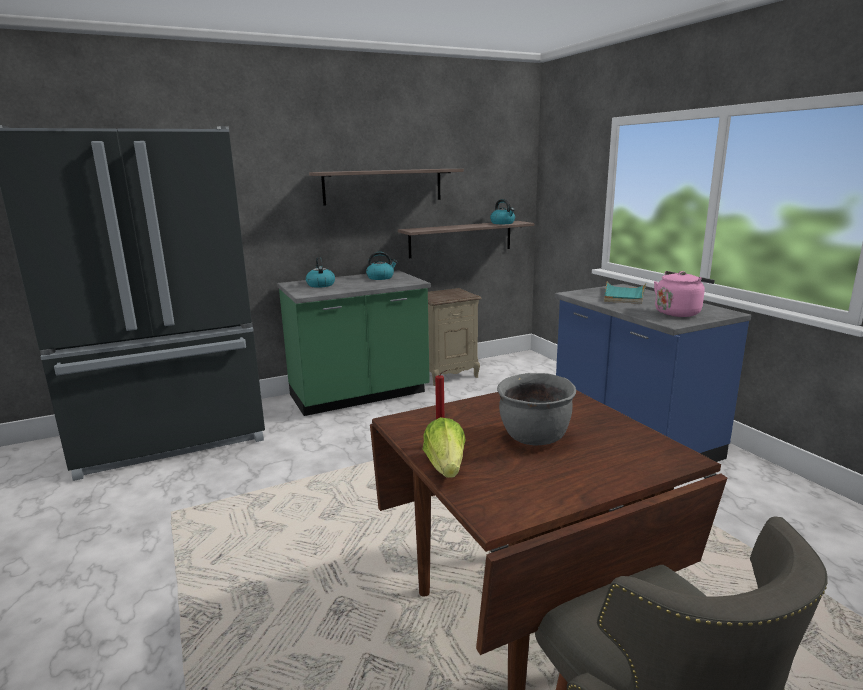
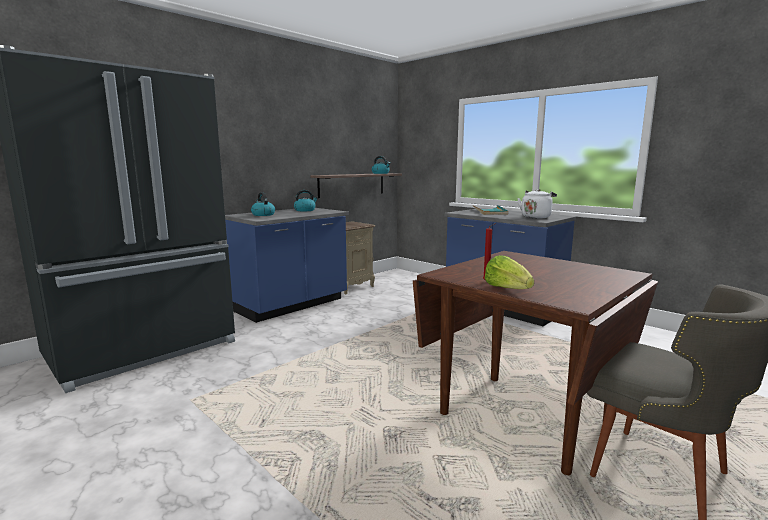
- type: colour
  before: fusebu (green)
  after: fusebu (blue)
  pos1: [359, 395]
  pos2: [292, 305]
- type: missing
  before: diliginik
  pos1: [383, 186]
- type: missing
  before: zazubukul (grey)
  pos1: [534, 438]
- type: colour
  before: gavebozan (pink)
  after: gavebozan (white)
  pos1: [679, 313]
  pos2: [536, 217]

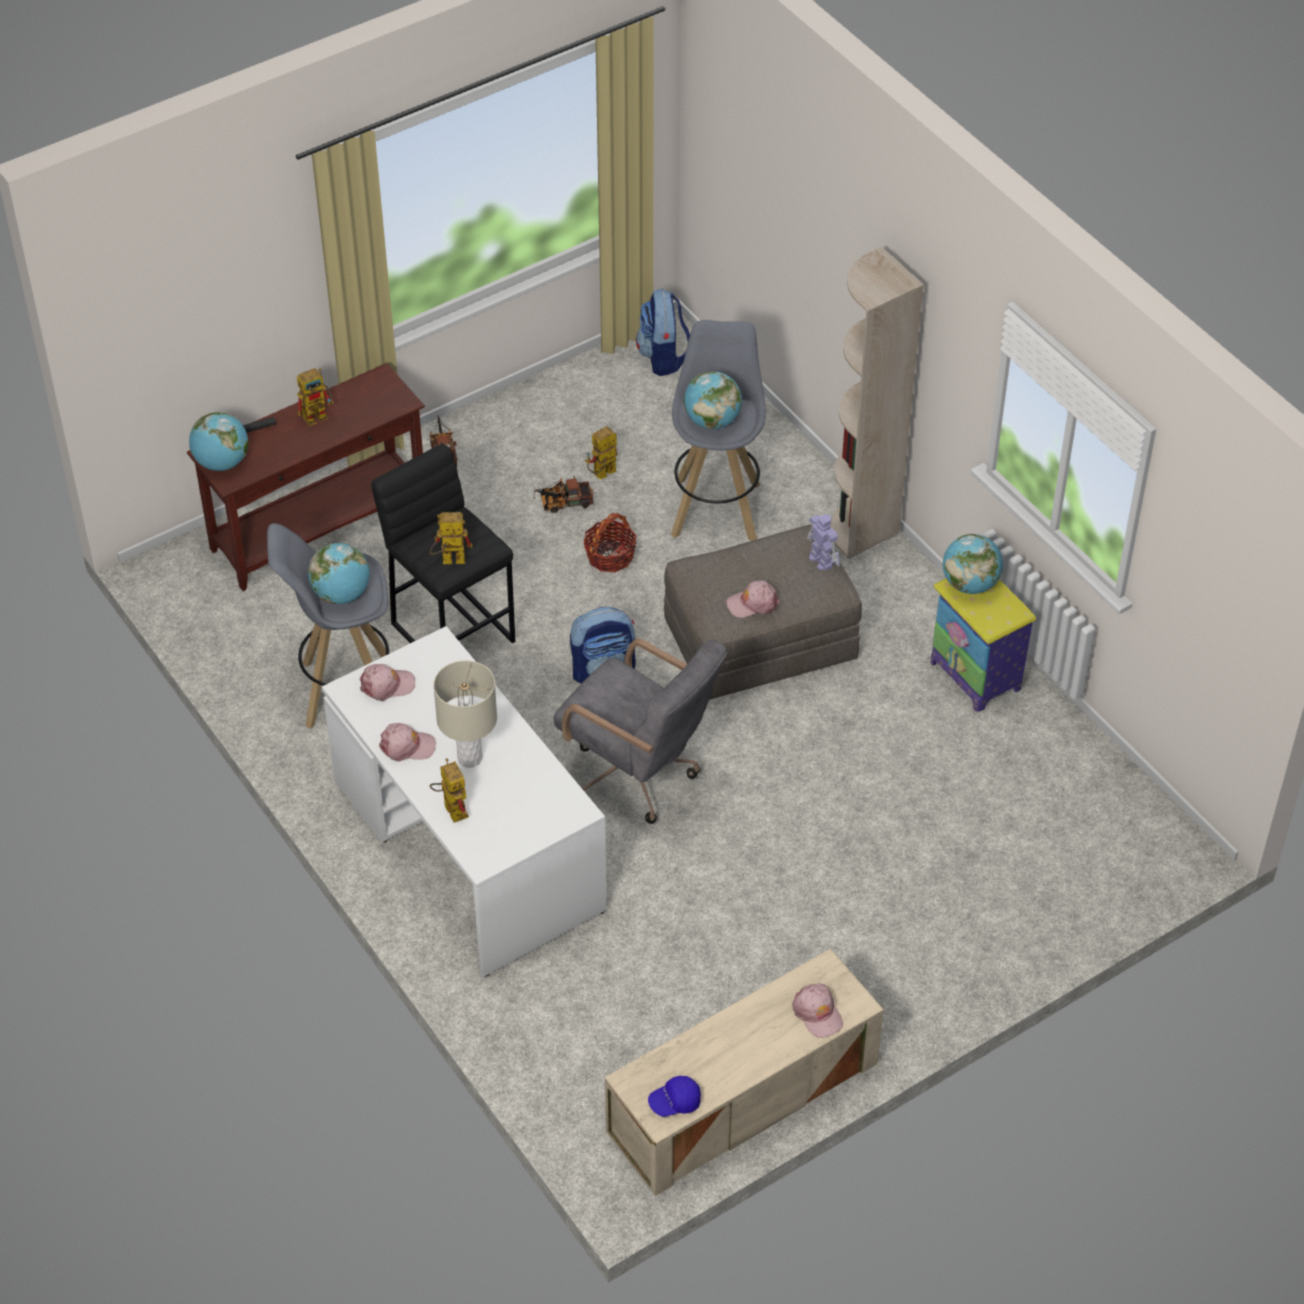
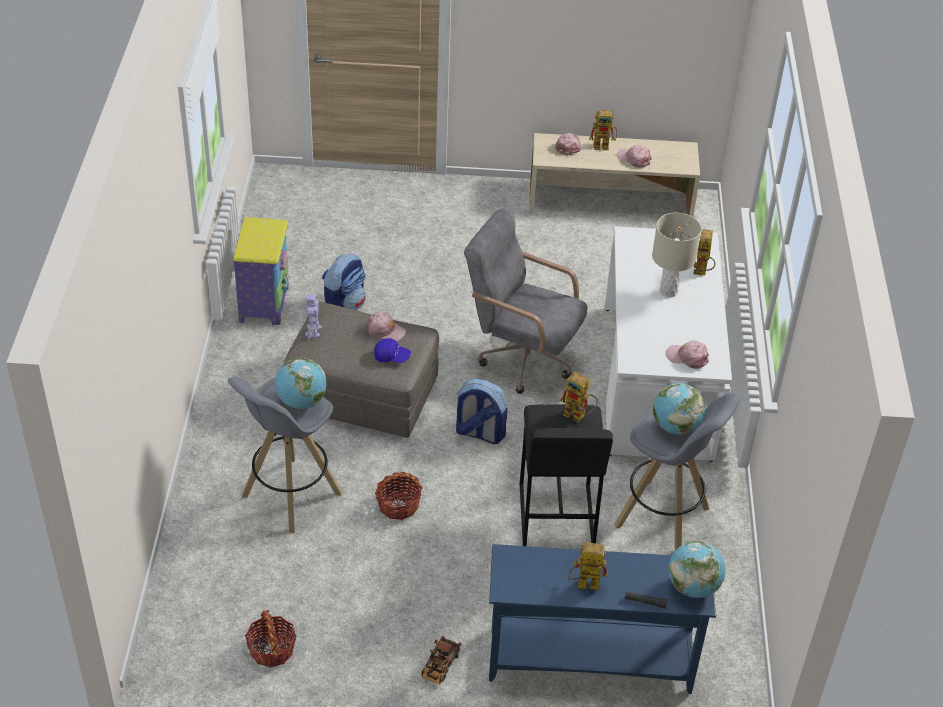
- type: colour
  before: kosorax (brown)
  after: kosorax (blue)
  pos1: [320, 526]
  pos2: [589, 660]
- type: relocated
  before: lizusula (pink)
  pos1: [407, 746]
  pos2: [634, 159]
- type: missing
  before: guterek
  pos1: [563, 503]
- type: spun
  before: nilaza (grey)
  pos1: [638, 780]
  pos2: [521, 360]
  turn: -45
- type: relocated
  before: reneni
  pos1: [601, 475]
  pos2: [604, 146]
- type: relocated
  before: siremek
  pos1: [663, 358]
  pos2: [344, 306]
- type: relocated
  before: lizusula (blue)
  pos1: [675, 1102]
  pos2: [392, 356]
- type: missing
  before: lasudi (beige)
  pos1: [858, 533]
- type: missing
  before: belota
  pos1: [970, 584]
- type: appeared
  after: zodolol
  pos2: [271, 649]

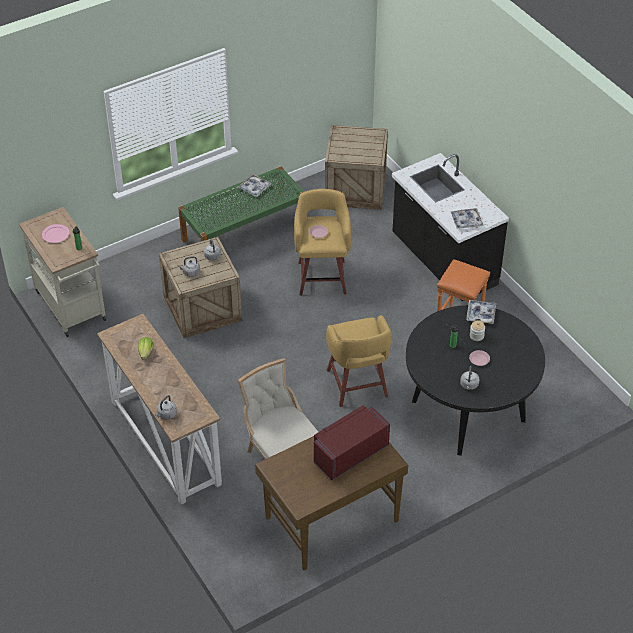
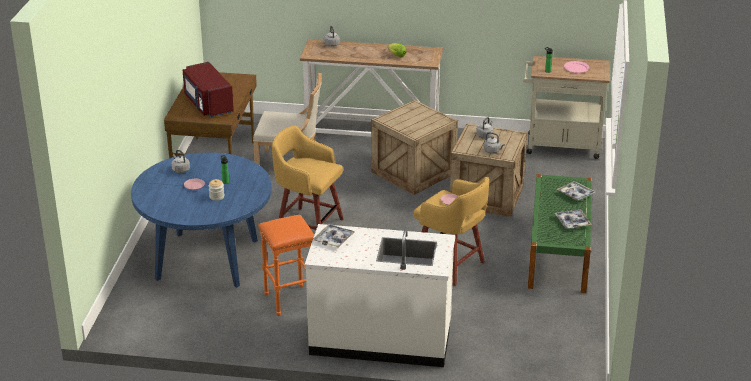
- type: spun
  before: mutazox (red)
  pos1: [349, 453]
  pos2: [208, 104]
  turn: 150
- type: relocated
  before: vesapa
  pos1: [355, 188]
  pos2: [413, 172]
- type: colour
  before: fusebu (black)
  after: fusebu (white)
  pos1: [443, 262]
  pos2: [380, 339]
- type: colour
  before: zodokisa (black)
  after: zodokisa (blue)
  pos1: [468, 411]
  pos2: [207, 259]
- type: relocated
  before: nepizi
  pos1: [480, 314]
  pos2: [575, 194]

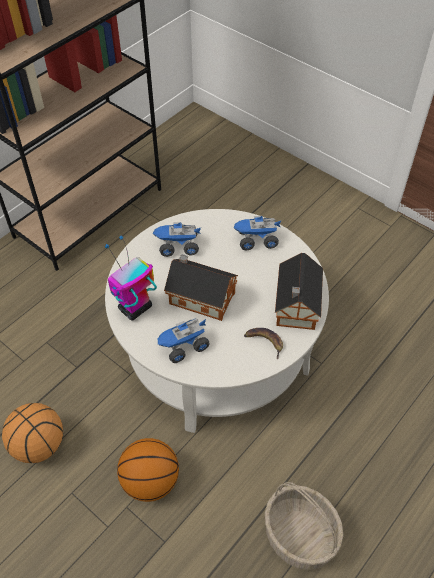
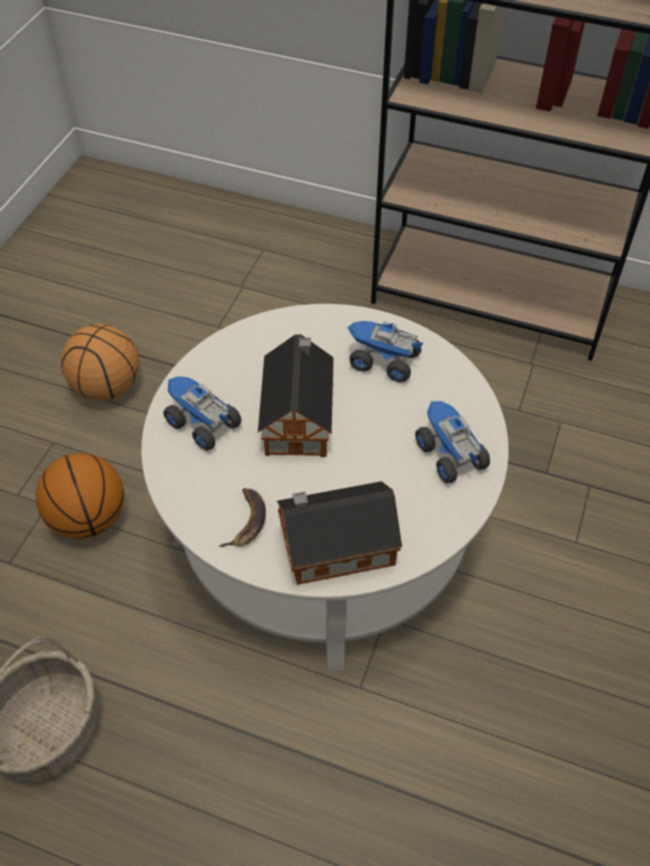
- type: missing
  before: reneni
  pos1: [135, 309]
- type: spun
  before: guterek
  pos1: [178, 246]
  pos2: [383, 362]
  turn: -45

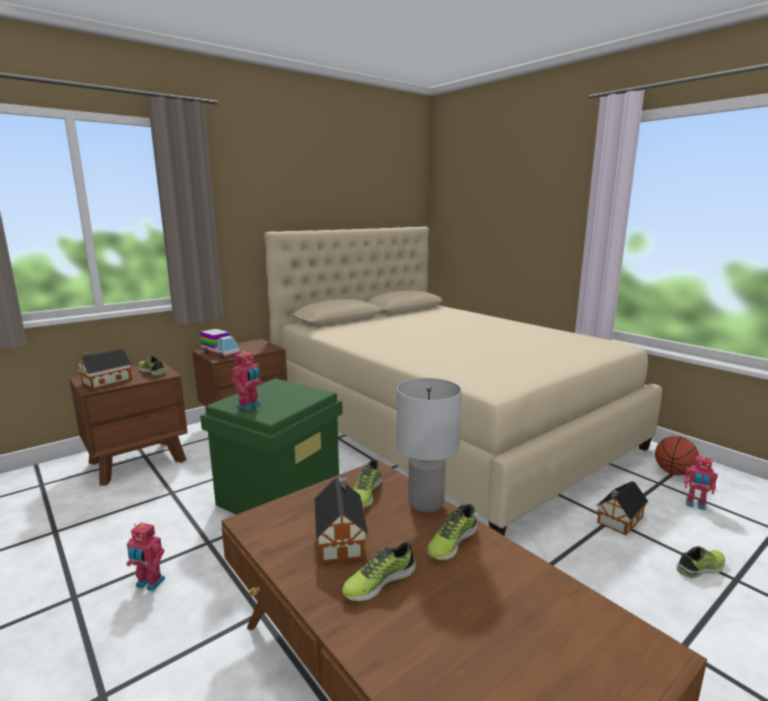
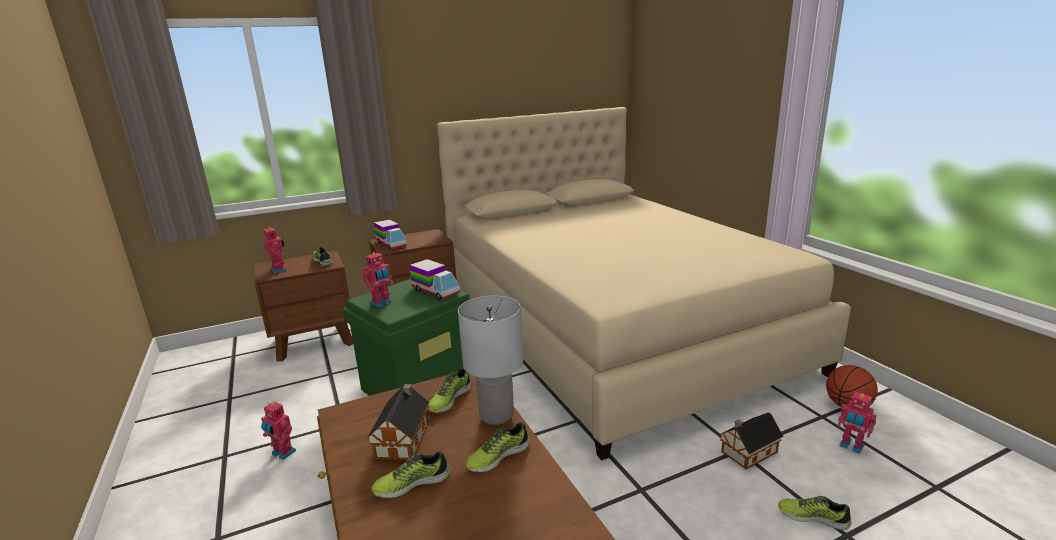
- type: exchanged
  before: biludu
  after: reneni
  pos1: [105, 382]
  pos2: [279, 270]
- type: spun
  before: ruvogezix
  pos1: [701, 568]
  pos2: [813, 517]
  turn: -150
- type: appeared
  after: guterek
  pos2: [435, 291]

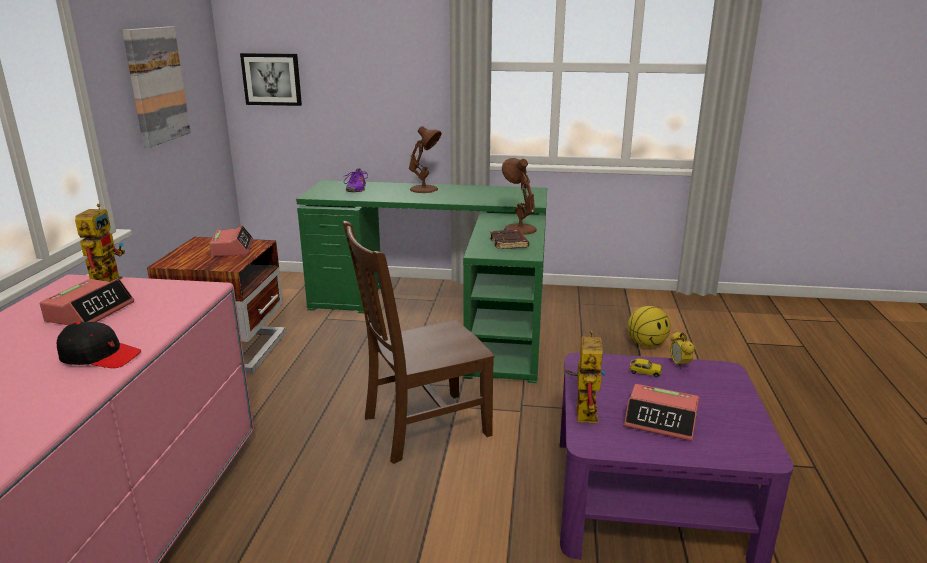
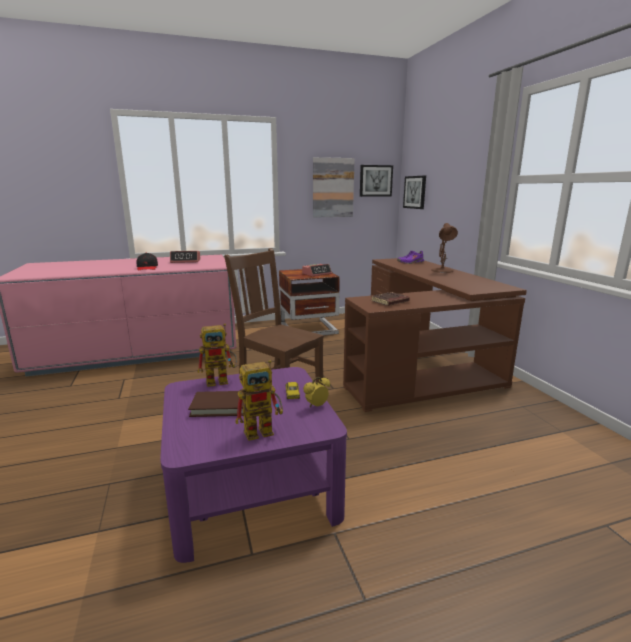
- type: relocated
  before: reneni
  pos1: [107, 279]
  pos2: [264, 430]
- type: colour
  before: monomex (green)
  after: monomex (brown)
  pos1: [448, 314]
  pos2: [420, 364]
- type: missing
  before: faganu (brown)
  pos1: [519, 229]
- type: exchanged
  before: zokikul
  after: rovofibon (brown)
  pos1: [661, 420]
  pos2: [220, 406]
- type: missing
  before: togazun
  pos1: [647, 344]
- type: appeared
  after: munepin
  pos2: [375, 181]

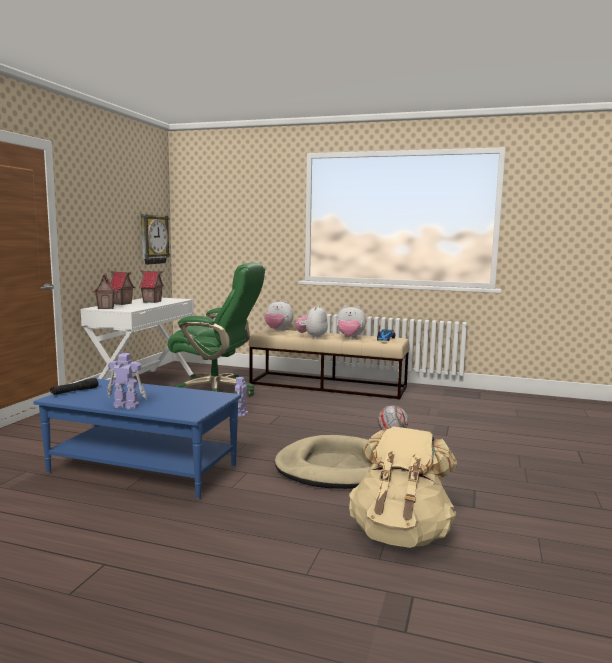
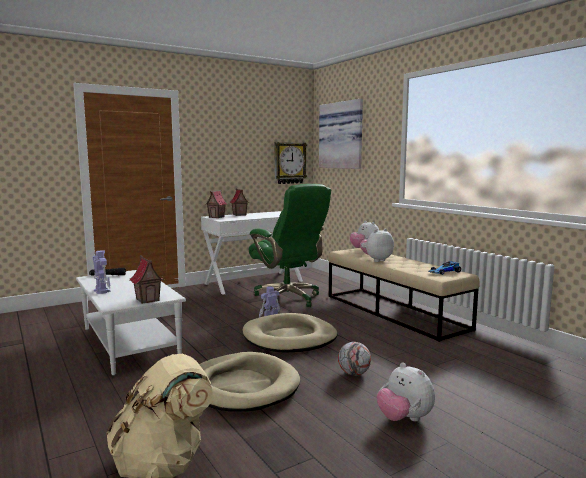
- type: colour
  before: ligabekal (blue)
  after: ligabekal (white)
  pos1: [142, 469]
  pos2: [129, 343]
- type: relocated
  before: biludu
  pos1: [152, 302]
  pos2: [148, 300]
- type: relocated
  before: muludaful
  pos1: [350, 338]
  pos2: [404, 419]
- type: appeared
  after: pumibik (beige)
  pos2: [290, 337]
- type: appeared
  after: munepin
  pos2: [342, 135]

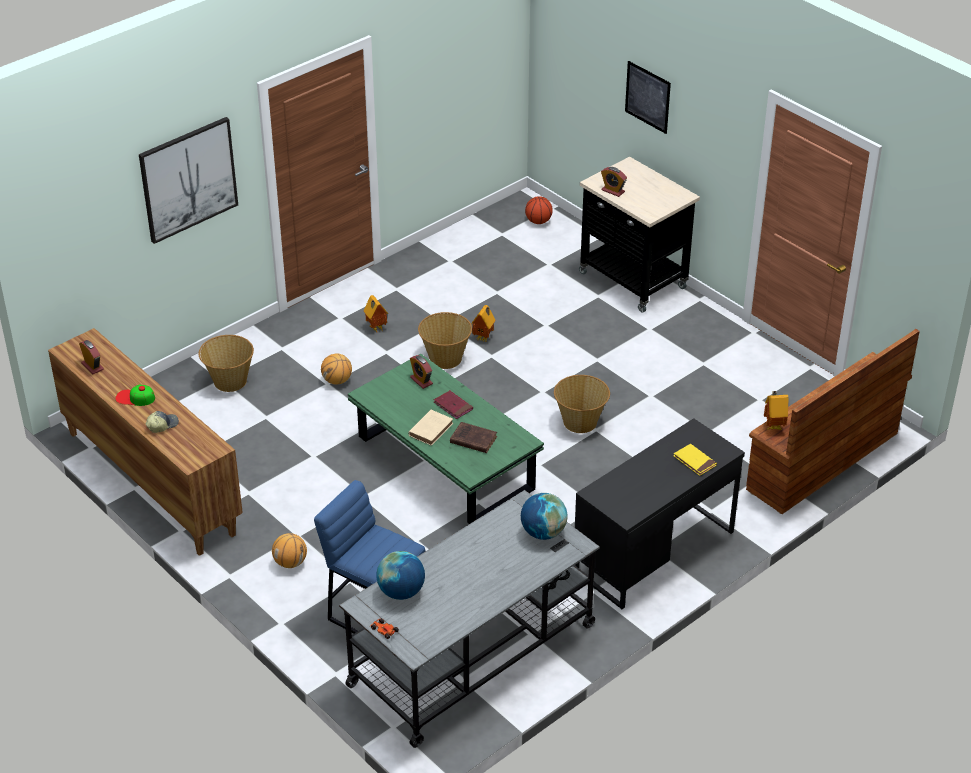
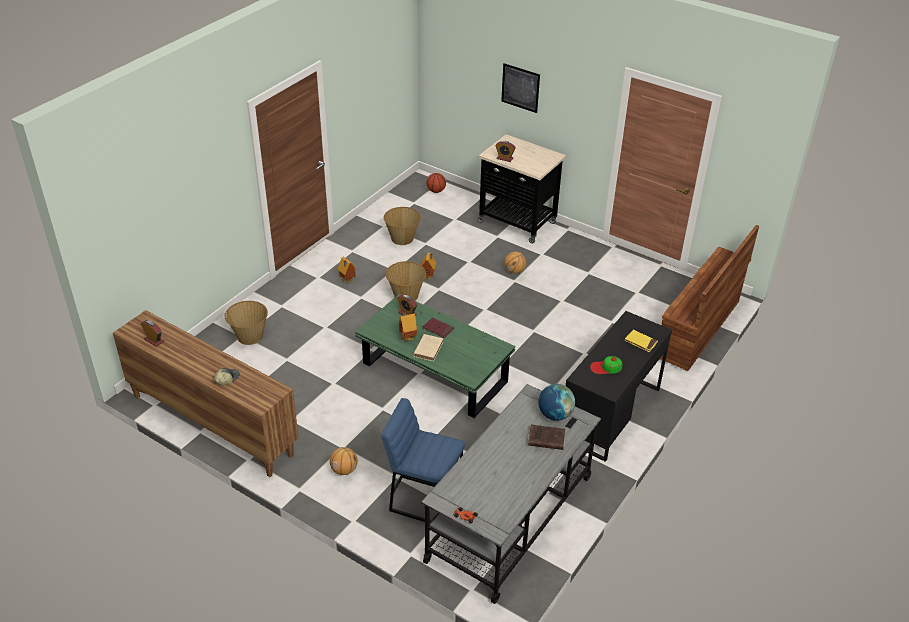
- type: relocated
  before: lizusula
  pos1: [135, 398]
  pos2: [606, 367]
- type: missing
  before: munepin
  pos1: [188, 179]
- type: relocated
  before: togazun
  pos1: [337, 381]
  pos2: [514, 271]
- type: missing
  before: belota
  pos1: [401, 592]
- type: relocated
  before: rovofibon (brown)
  pos1: [472, 439]
  pos2: [545, 439]
- type: relocated
  before: zodolol
  pos1: [580, 422]
  pos2: [402, 238]
- type: relocated
  before: biludu
  pos1: [773, 426]
  pos2: [407, 338]

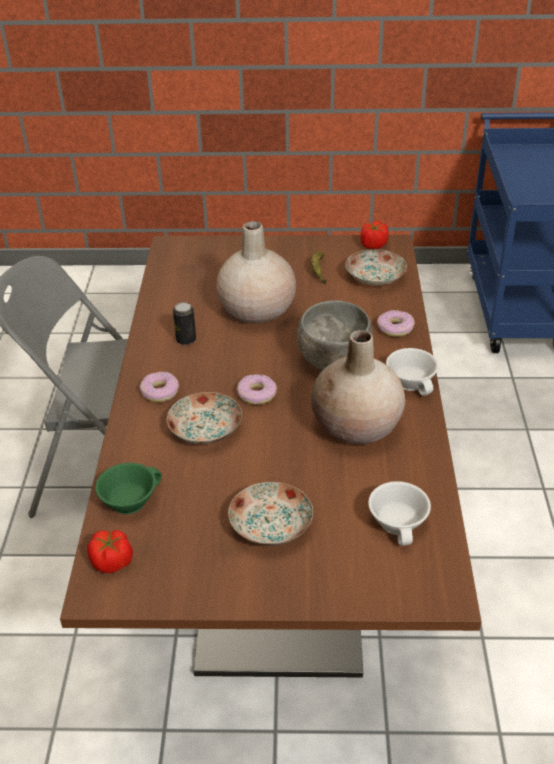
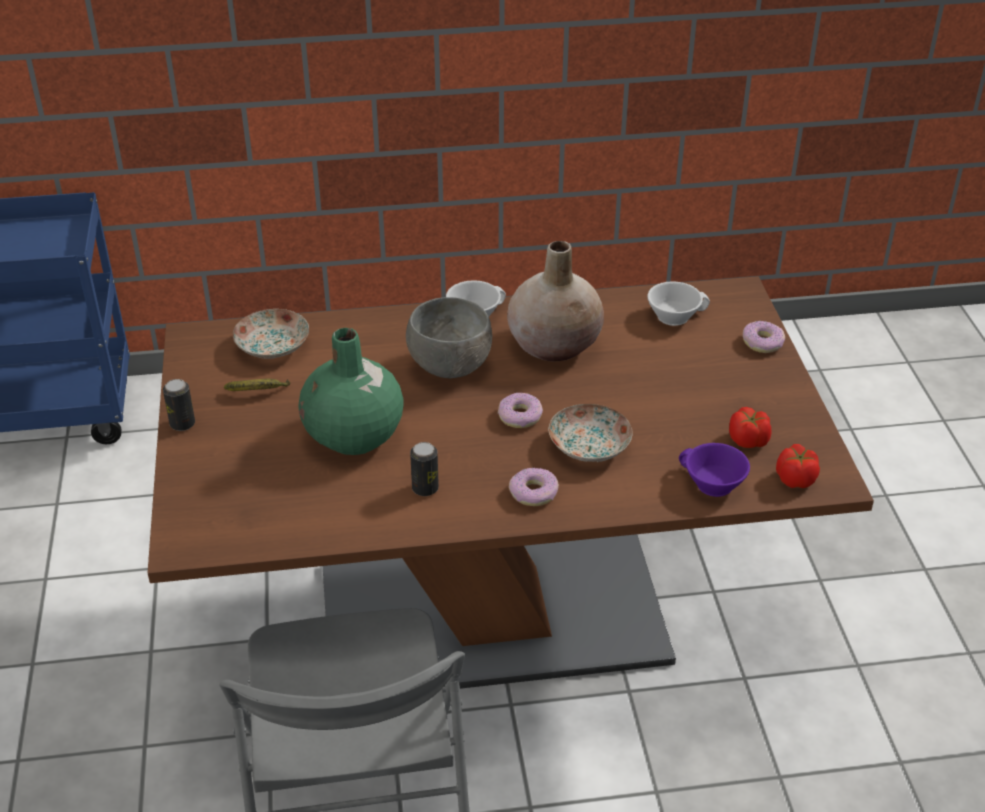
- type: colour
  before: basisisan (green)
  after: basisisan (purple)
  pos1: [129, 499]
  pos2: [711, 484]
- type: colour
  before: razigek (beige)
  after: razigek (green)
  pos1: [256, 311]
  pos2: [354, 436]
- type: missing
  before: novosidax
  pos1: [270, 526]
- type: relocated
  before: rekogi
  pos1: [373, 245]
  pos2: [748, 440]
- type: relocated
  before: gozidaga
  pos1: [395, 328]
  pos2: [762, 342]
- type: appeared
  after: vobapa
  pos2: [182, 424]

